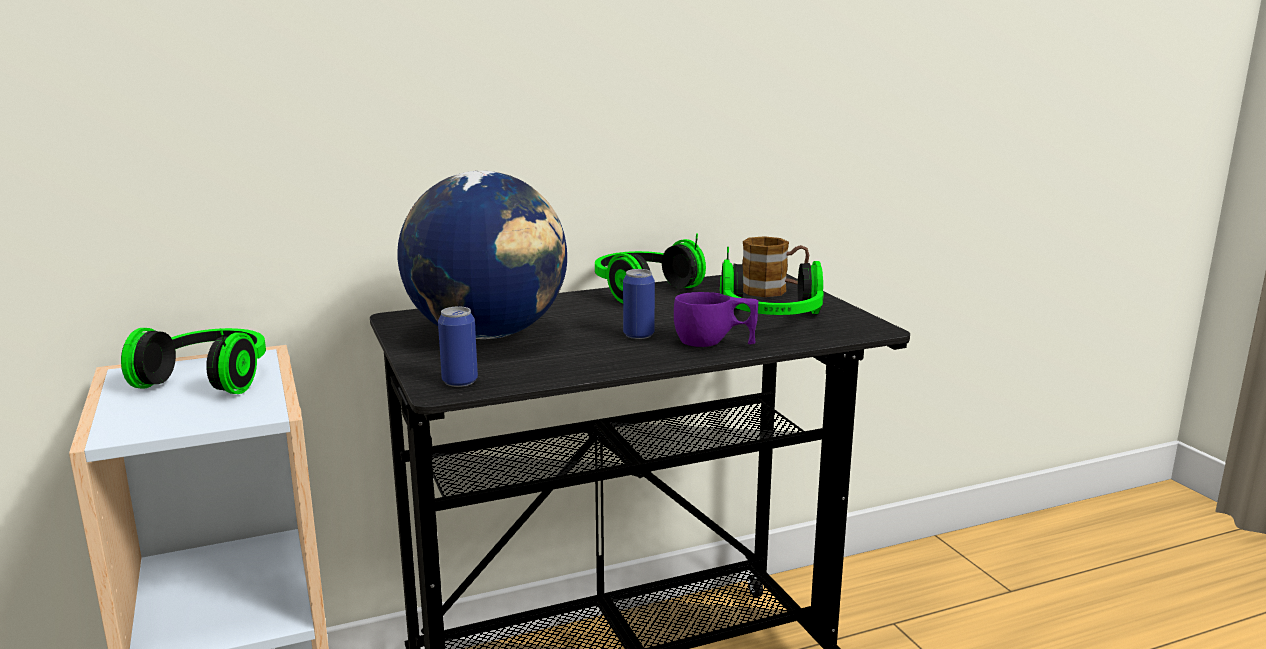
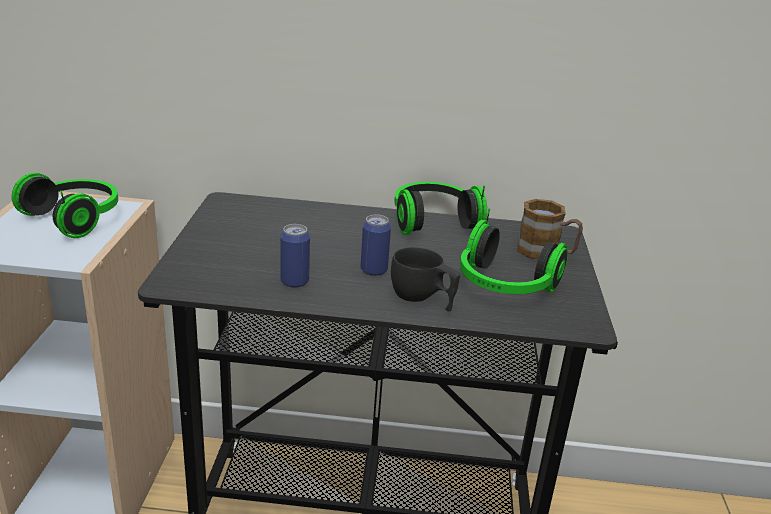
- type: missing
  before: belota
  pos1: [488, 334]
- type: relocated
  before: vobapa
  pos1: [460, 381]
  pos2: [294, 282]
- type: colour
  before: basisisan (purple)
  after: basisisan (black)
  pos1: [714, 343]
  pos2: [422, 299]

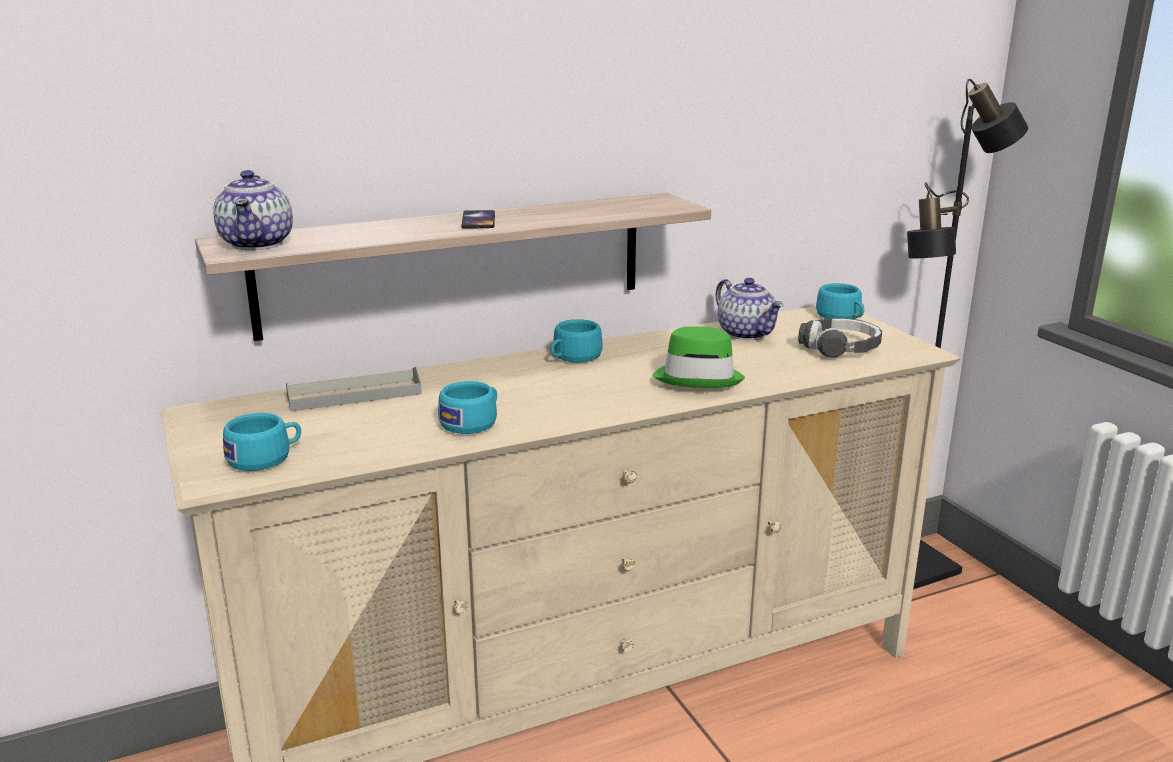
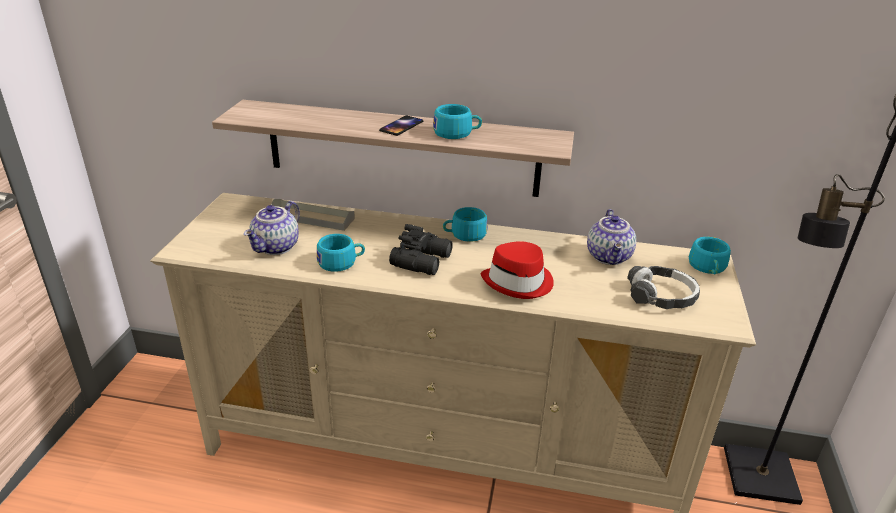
- type: relocated
  before: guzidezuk
  pos1: [259, 244]
  pos2: [276, 247]
- type: relocated
  before: basisisan (turquoise)
  pos1: [266, 458]
  pos2: [457, 133]
- type: colour
  before: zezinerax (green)
  after: zezinerax (red)
  pos1: [699, 378]
  pos2: [519, 282]
- type: appeared
  after: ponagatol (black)
  pos2: [423, 260]

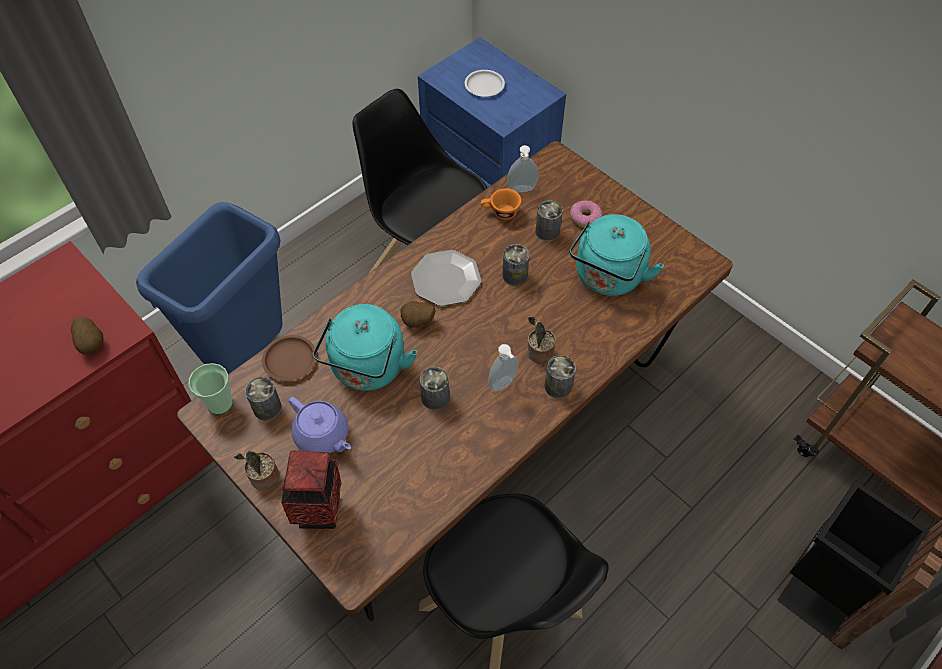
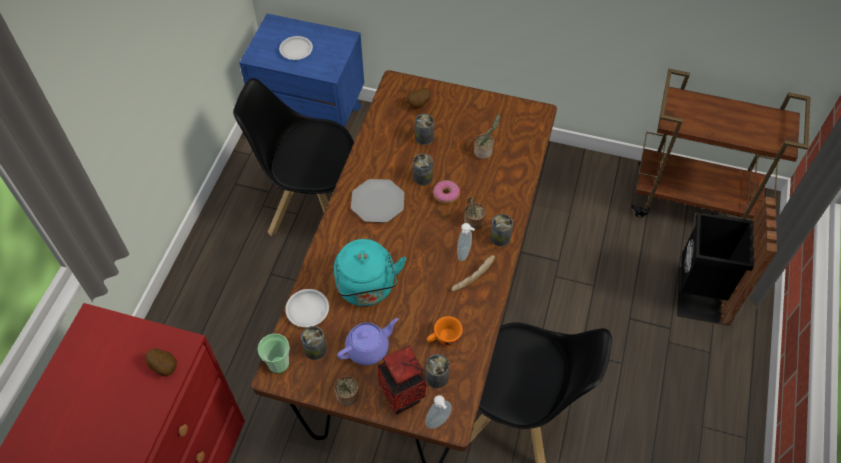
- type: missing
  before: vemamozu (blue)
  pos1: [247, 354]
- type: colour
  before: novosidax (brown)
  after: novosidax (white)
  pos1: [290, 360]
  pos2: [308, 309]
- type: spun
  before: guzidezuk (purple)
  pos1: [323, 436]
  pos2: [368, 348]
  turn: -45
- type: relocated
  before: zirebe
  pos1: [418, 322]
  pos2: [419, 105]
- type: relocated
  before: vobapa
  pos1: [435, 398]
  pos2: [437, 377]
- type: relocated
  before: basisisan (orange)
  pos1: [500, 213]
  pos2: [444, 339]
- type: relocated
  before: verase
  pos1: [522, 190]
  pos2: [439, 422]
- type: relocated
  before: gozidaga
  pos1: [585, 218]
  pos2: [446, 195]
- type: exchanged
  before: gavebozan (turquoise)
  after: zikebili
  pos1: [607, 278]
  pos2: [484, 151]
- type: appeared
  after: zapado
  pos2: [472, 276]

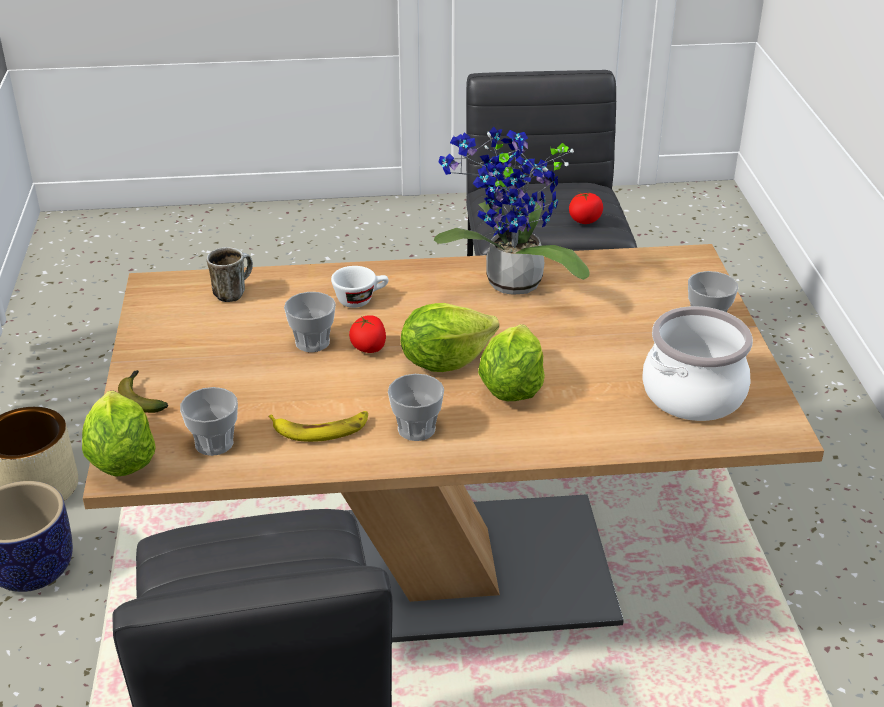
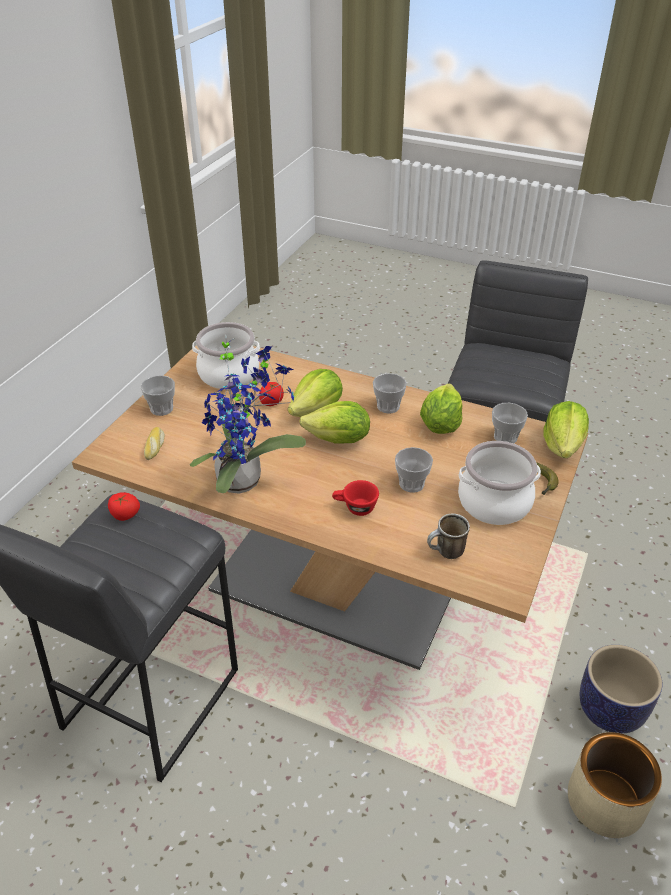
- type: exchanged
  before: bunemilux
  after: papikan
  pos1: [321, 429]
  pos2: [440, 424]
- type: colour
  before: basisisan (white)
  after: basisisan (red)
  pos1: [361, 299]
  pos2: [355, 508]
- type: relocated
  before: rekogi
  pos1: [369, 348]
  pos2: [271, 402]
- type: appeared
  after: zapado
  pos2: [155, 447]
- type: appeared
  after: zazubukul
  pos2: [494, 503]

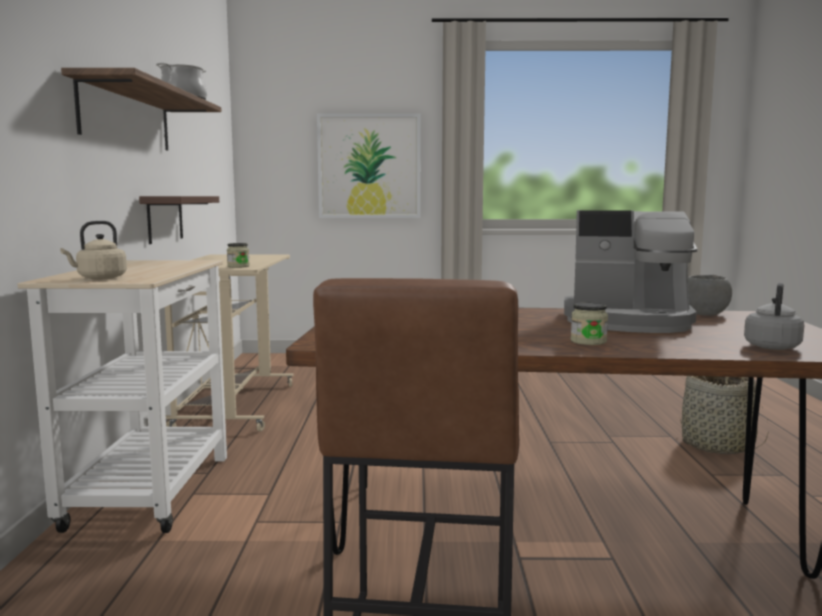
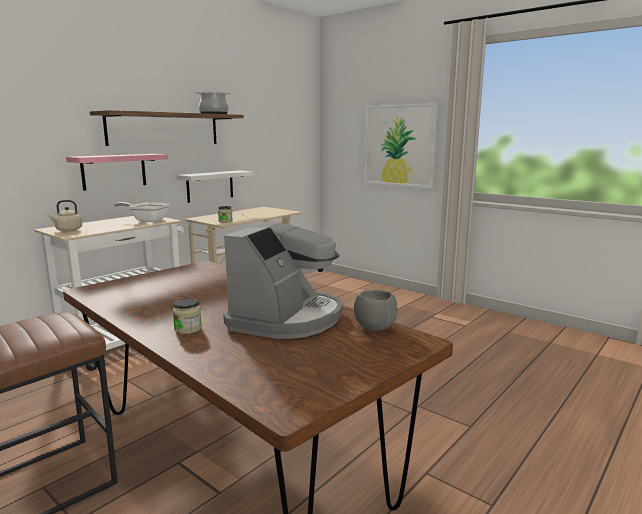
- type: colour
  before: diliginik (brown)
  after: diliginik (white)
  pos1: [165, 218]
  pos2: [210, 186]
- type: spun
  before: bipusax
  pos1: [628, 321]
  pos2: [287, 318]
  turn: -120
- type: missing
  before: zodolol
  pos1: [717, 445]
- type: missing
  before: gavebozan (grey)
  pos1: [772, 346]
- type: appeared
  after: diliginik (pink)
  pos2: [114, 171]
- type: appeared
  after: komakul
  pos2: [147, 220]

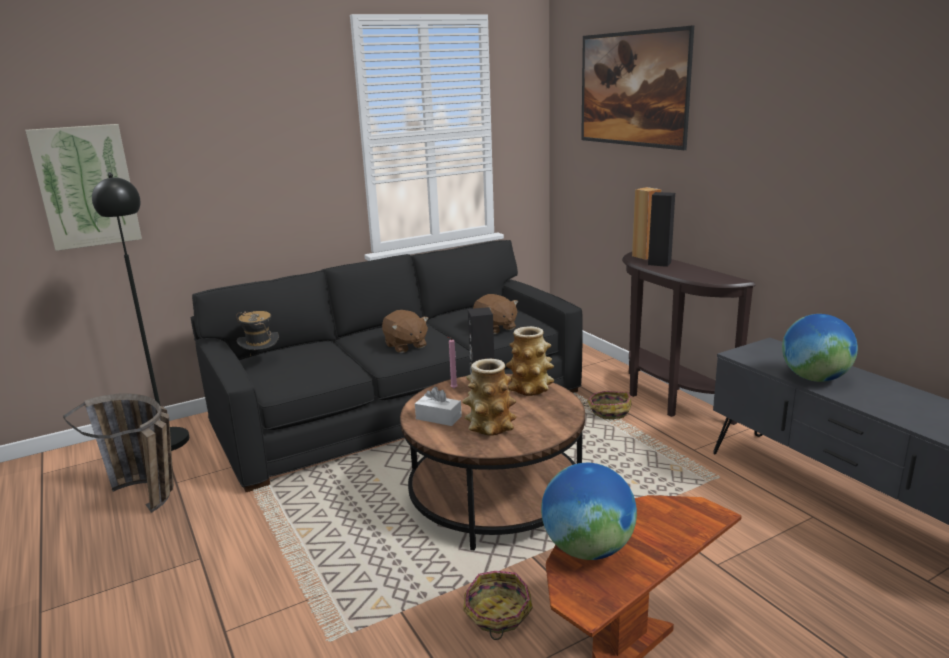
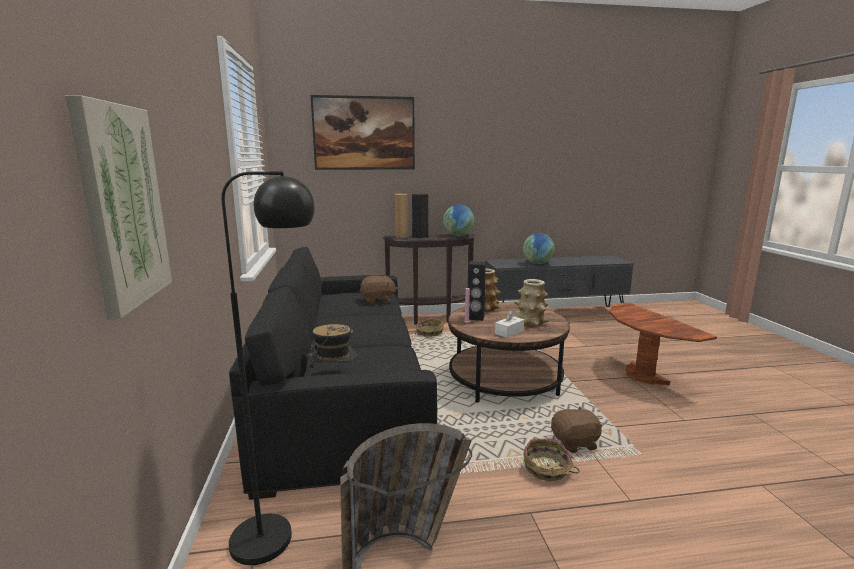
- type: relocated
  before: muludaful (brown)
  pos1: [405, 346]
  pos2: [575, 443]
- type: relocated
  before: zodolol
  pos1: [497, 614]
  pos2: [547, 469]
- type: relocated
  before: belota
  pos1: [587, 549]
  pos2: [458, 235]

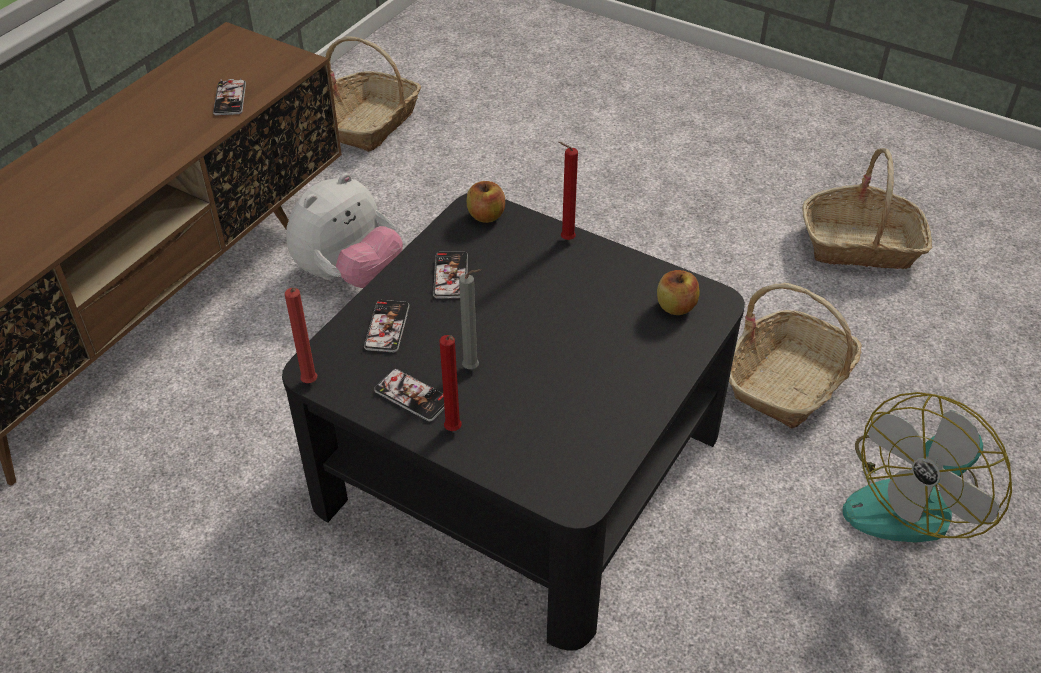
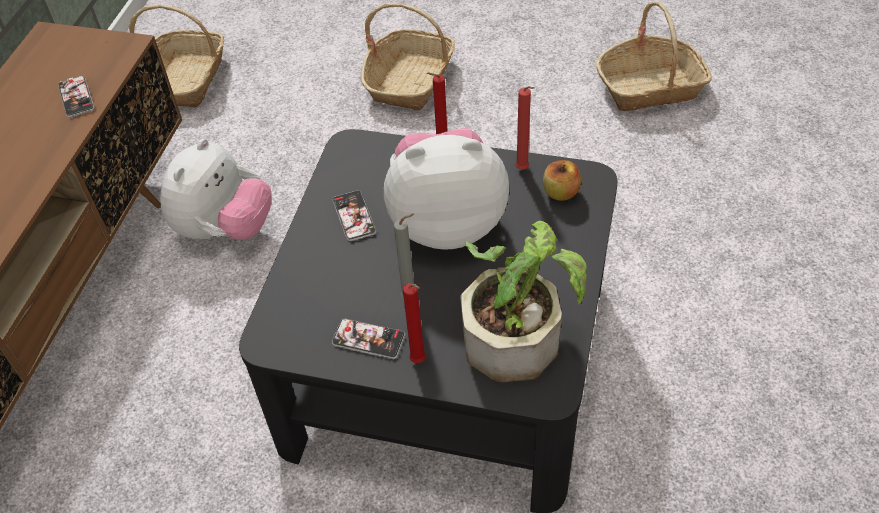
- type: relocated
  before: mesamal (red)
  pos1: [310, 384]
  pos2: [523, 170]
- type: missing
  before: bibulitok
  pos1: [387, 327]
- type: missing
  before: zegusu
  pos1: [486, 216]
- type: relocated
  before: zodolol
  pos1: [789, 381]
  pos2: [410, 80]
- type: missing
  before: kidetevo
  pos1: [913, 499]
- type: appeared
  after: muludaful
  pos2: [446, 222]
- type: appeared
  after: zikebili
  pos2: [518, 331]

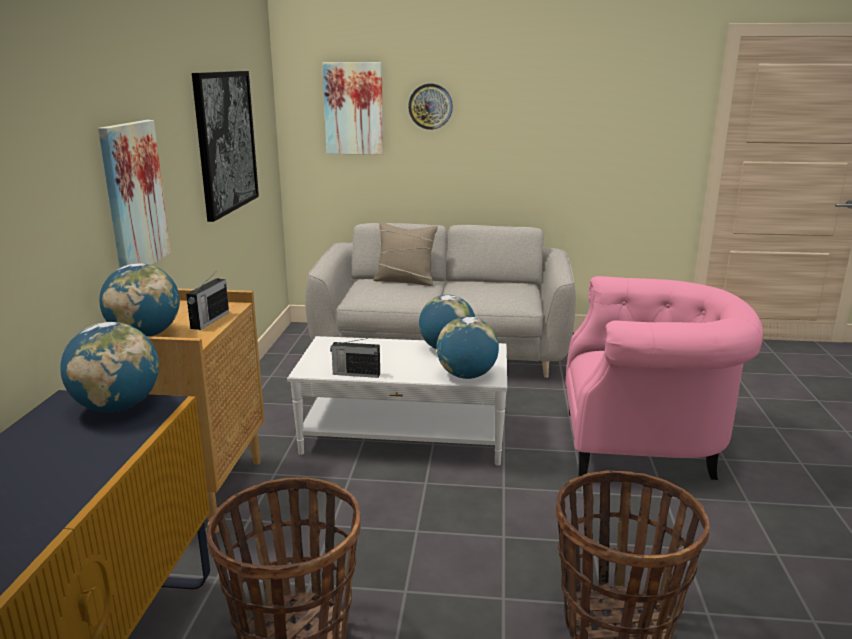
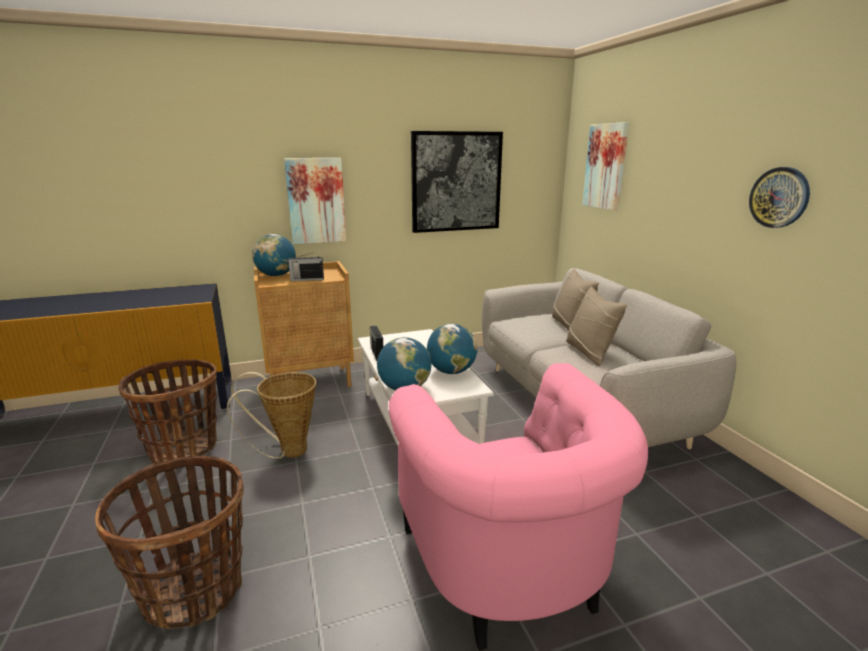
- type: missing
  before: belota
  pos1: [117, 407]
- type: relocated
  before: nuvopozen
  pos1: [430, 106]
  pos2: [779, 197]
- type: appeared
  after: zodolol
  pos2: [287, 451]
- type: appeared
  after: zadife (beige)
  pos2: [589, 352]

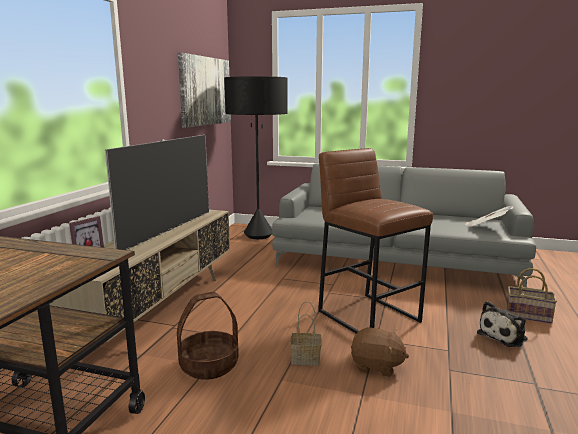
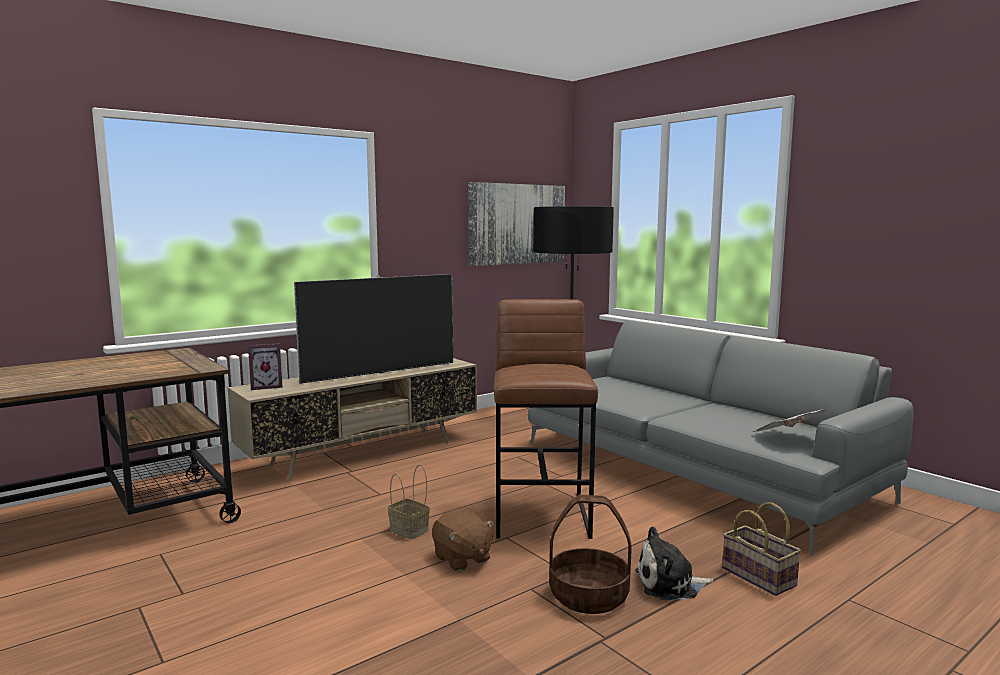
- type: relocated
  before: zodolol
  pos1: [209, 365]
  pos2: [589, 595]

